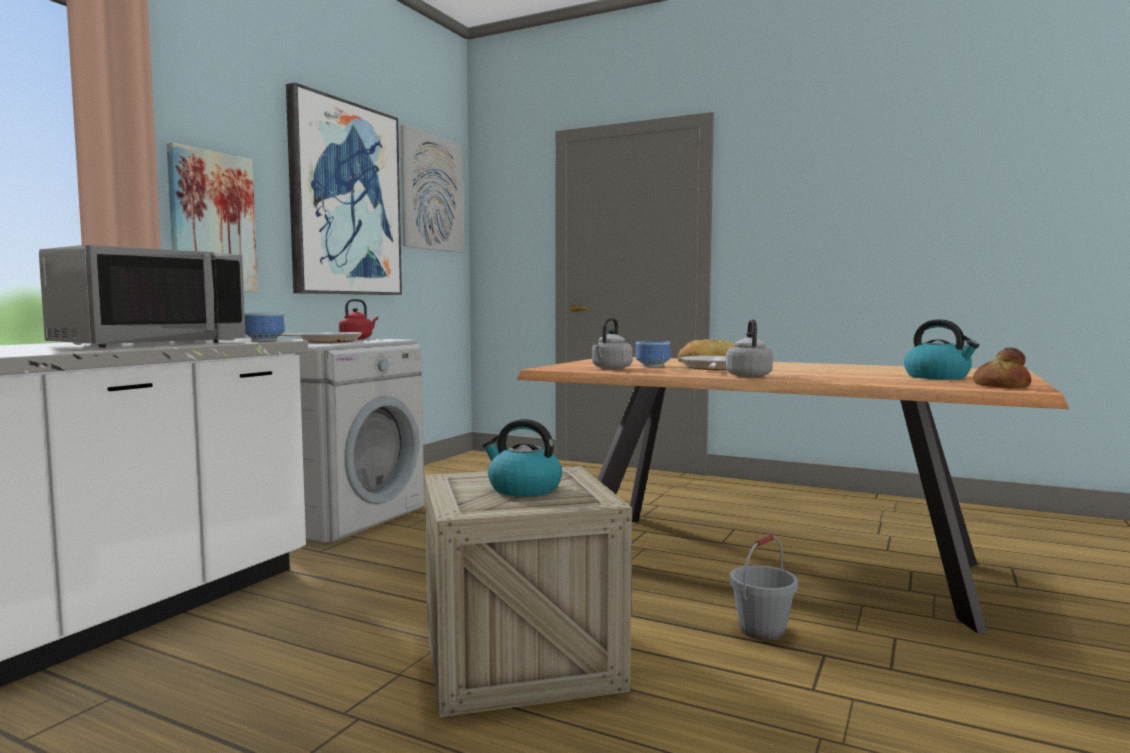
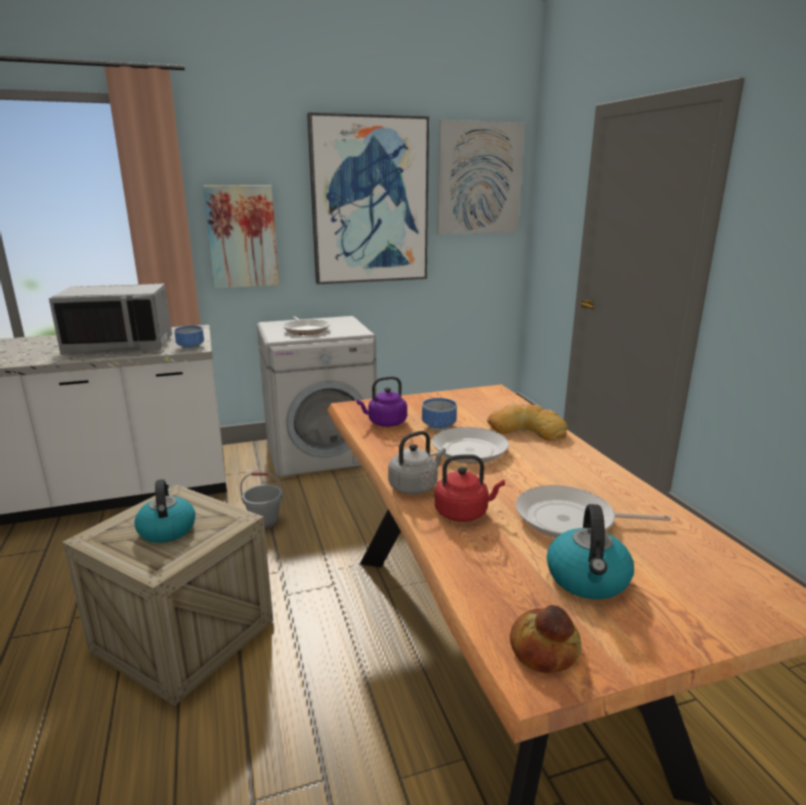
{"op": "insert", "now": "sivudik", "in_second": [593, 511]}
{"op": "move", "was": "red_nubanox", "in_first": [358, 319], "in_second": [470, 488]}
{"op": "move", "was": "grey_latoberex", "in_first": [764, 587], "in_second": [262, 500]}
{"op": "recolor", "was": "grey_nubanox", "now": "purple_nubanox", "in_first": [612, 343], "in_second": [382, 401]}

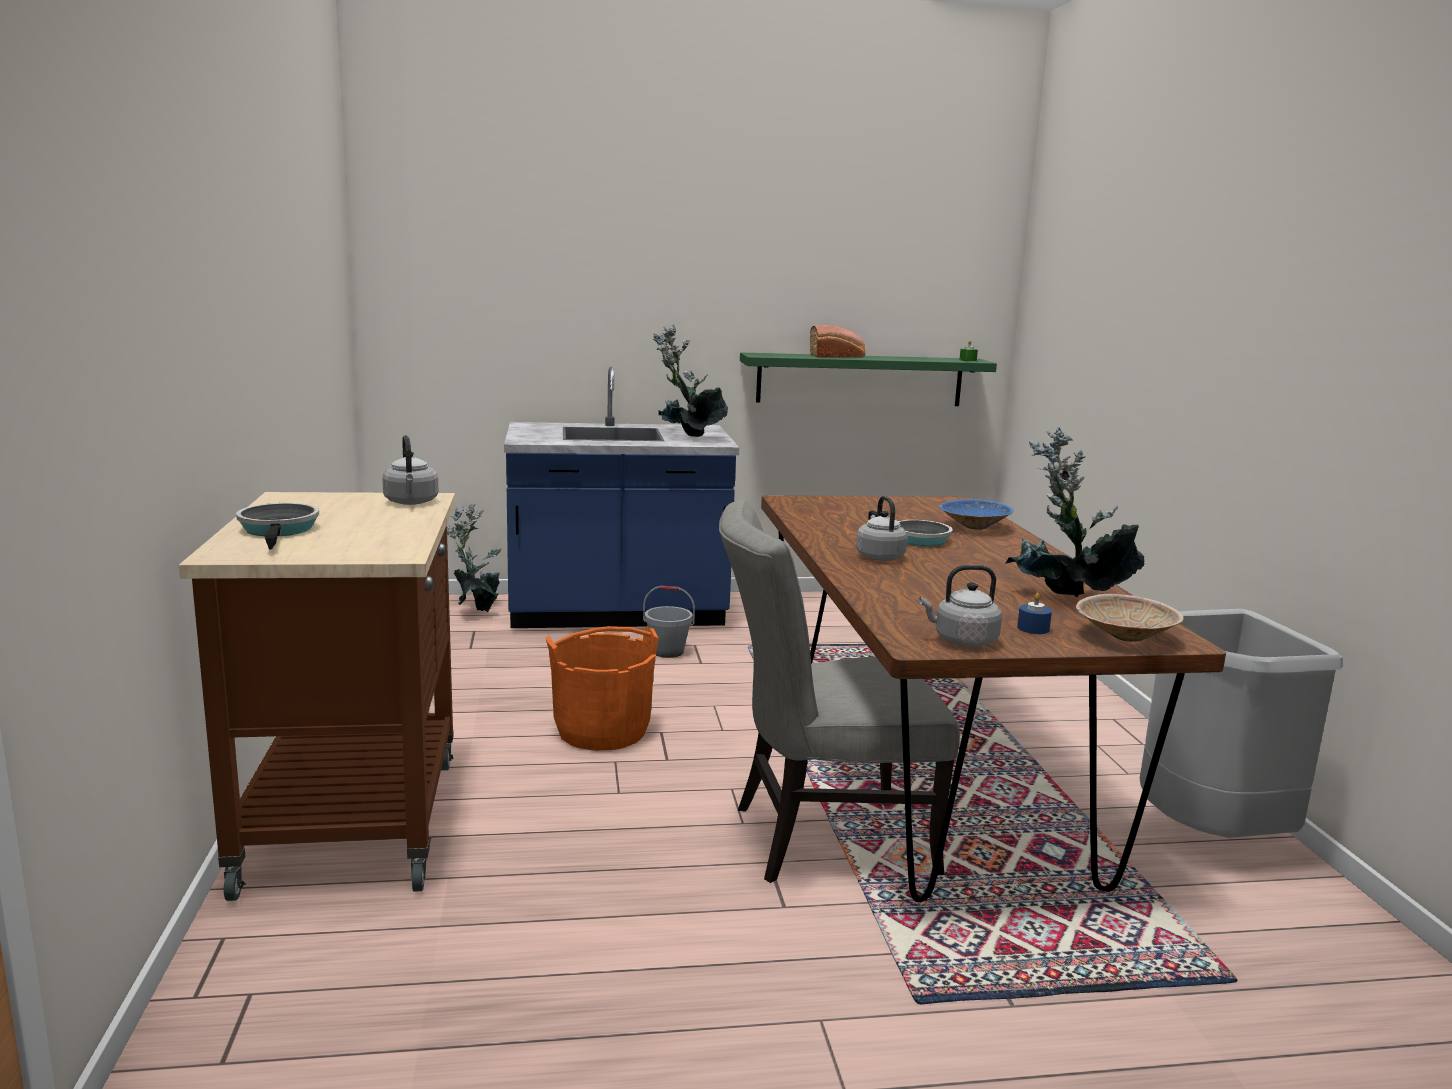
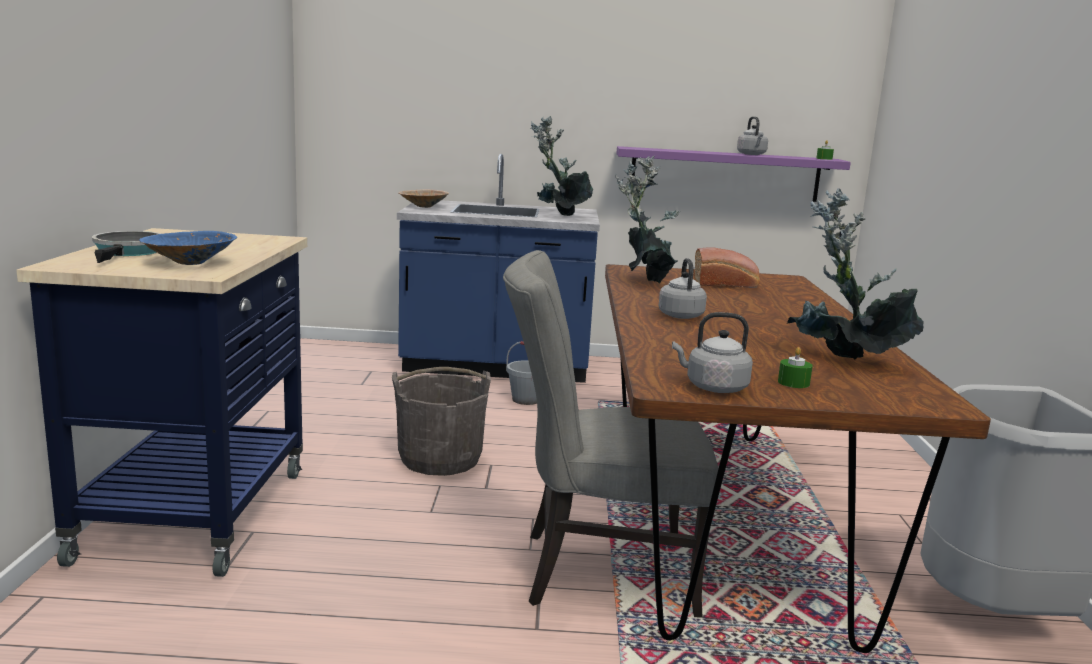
{"op": "delete", "was": "sivudik", "in_first": [910, 528]}
{"op": "move", "was": "grey_nubanox", "in_first": [410, 470], "in_second": [752, 135]}
{"op": "move", "was": "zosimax", "in_first": [474, 557], "in_second": [647, 220]}
{"op": "move", "was": "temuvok", "in_first": [838, 341], "in_second": [727, 267]}
{"op": "move", "was": "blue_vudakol", "in_first": [976, 514], "in_second": [188, 248]}
{"op": "move", "was": "beige_vudakol", "in_first": [1130, 618], "in_second": [423, 198]}
{"op": "recolor", "was": "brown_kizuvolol", "now": "blue_kizuvolol", "in_first": [317, 696], "in_second": [161, 402]}
{"op": "recolor", "was": "orange_latoberex", "now": "grey_latoberex", "in_first": [602, 688], "in_second": [441, 421]}
{"op": "recolor", "was": "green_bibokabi", "now": "purple_bibokabi", "in_first": [868, 379], "in_second": [733, 174]}
{"op": "recolor", "was": "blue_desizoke", "now": "green_desizoke", "in_first": [1034, 613], "in_second": [795, 367]}

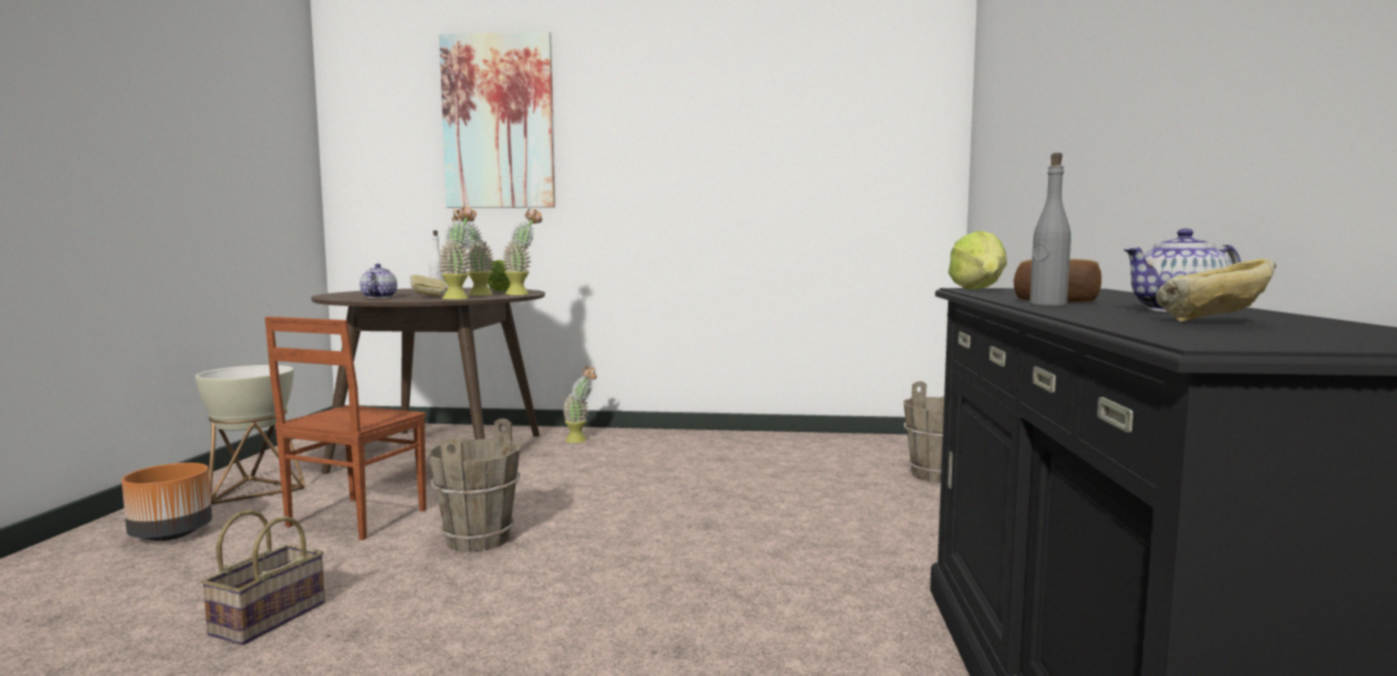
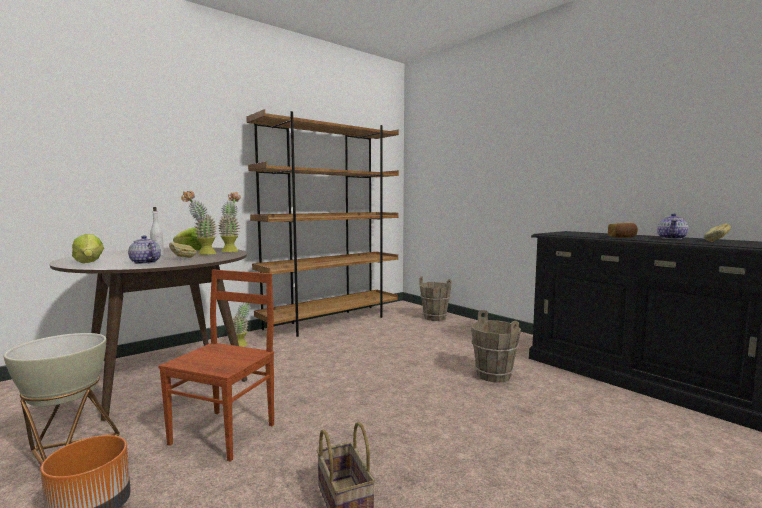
{"op": "delete", "was": "zosimax", "in_first": [457, 252]}
{"op": "delete", "was": "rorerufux", "in_first": [497, 120]}
{"op": "delete", "was": "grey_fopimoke", "in_first": [1050, 229]}
{"op": "insert", "now": "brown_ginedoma", "in_second": [322, 223]}
{"op": "move", "was": "brown_latoberex", "in_first": [474, 485], "in_second": [496, 346]}
{"op": "move", "was": "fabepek", "in_first": [977, 260], "in_second": [88, 248]}
{"op": "rotate", "was": "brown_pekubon", "in_first": [345, 428], "in_second": [216, 365], "clockwise": -135}

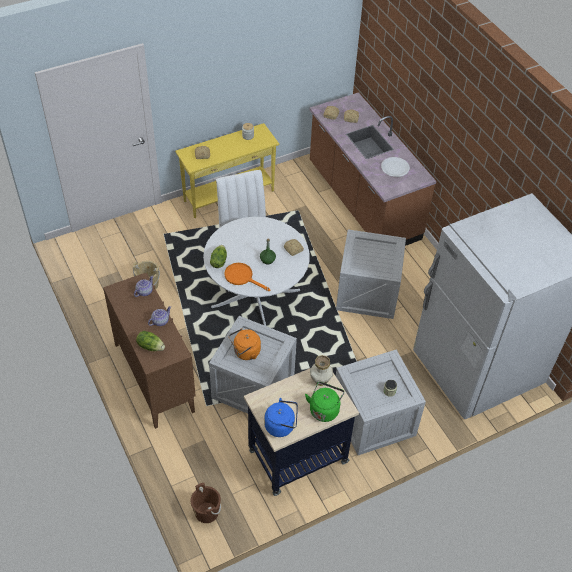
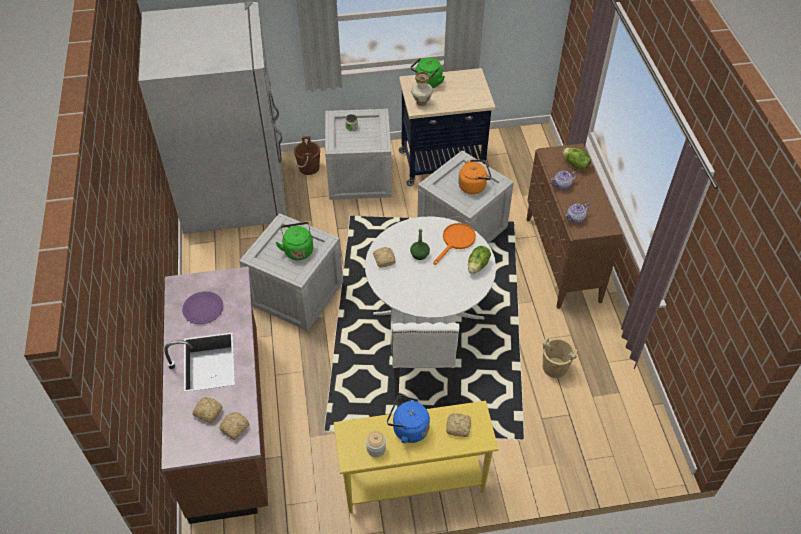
{"op": "insert", "now": "green_nubanox", "in_second": [294, 241]}
{"op": "move", "was": "brown_latoberex", "in_first": [206, 503], "in_second": [307, 155]}
{"op": "move", "was": "blue_nubanox", "in_first": [281, 417], "in_second": [408, 419]}
{"op": "recolor", "was": "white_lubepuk", "now": "purple_lubepuk", "in_first": [395, 167], "in_second": [203, 307]}
{"op": "rotate", "was": "orange_sivudik", "in_first": [247, 277], "in_second": [454, 244], "clockwise": -105}

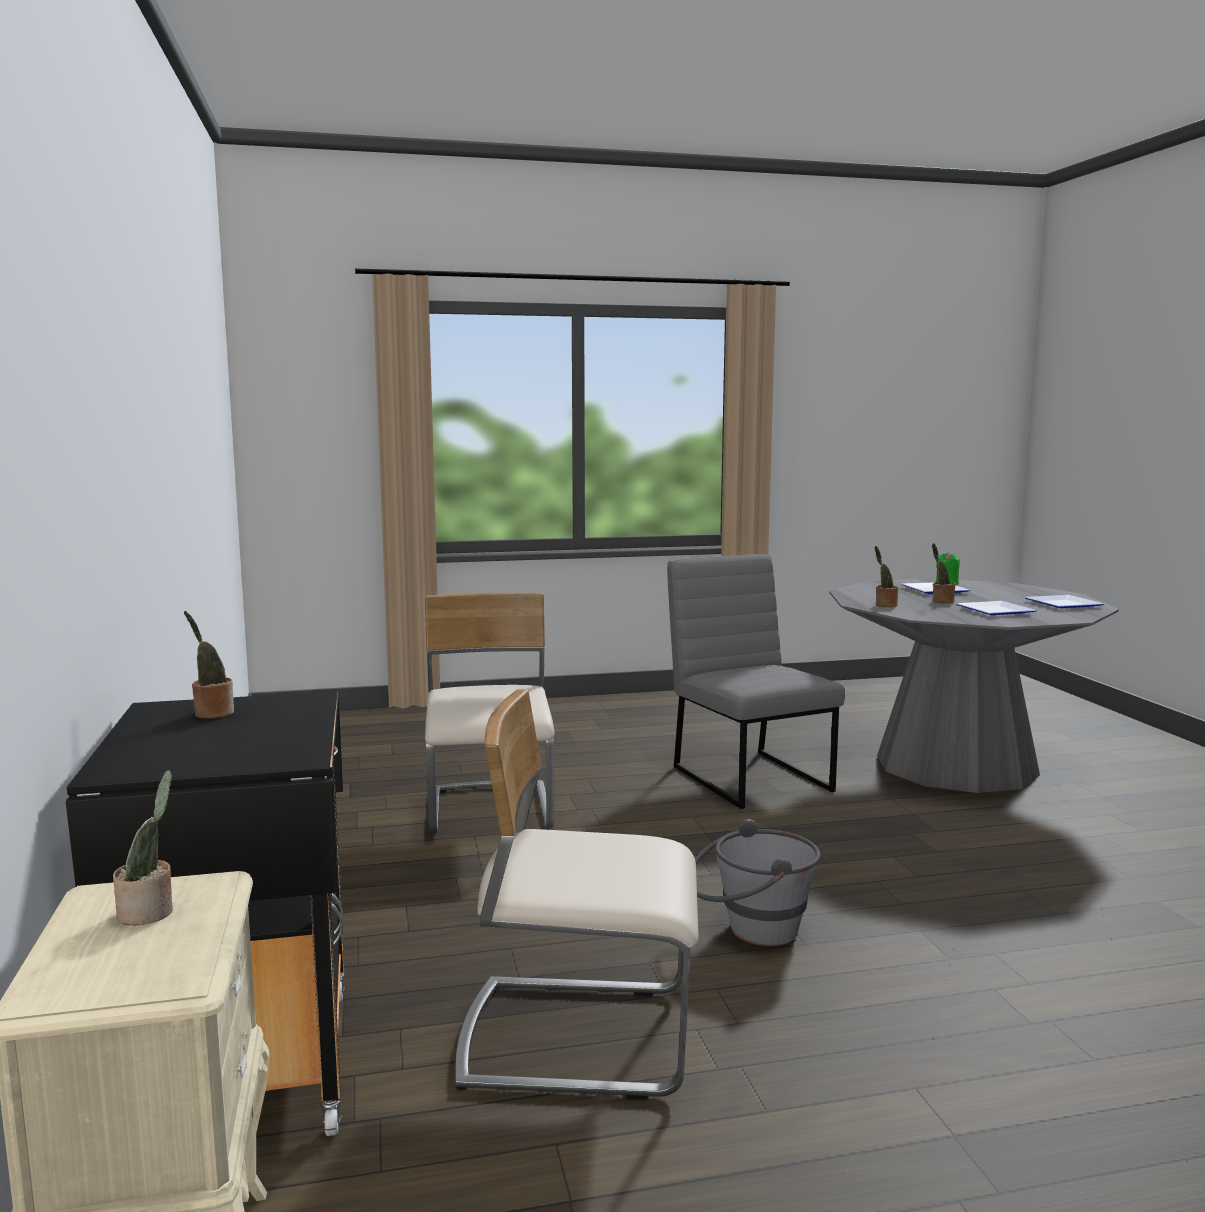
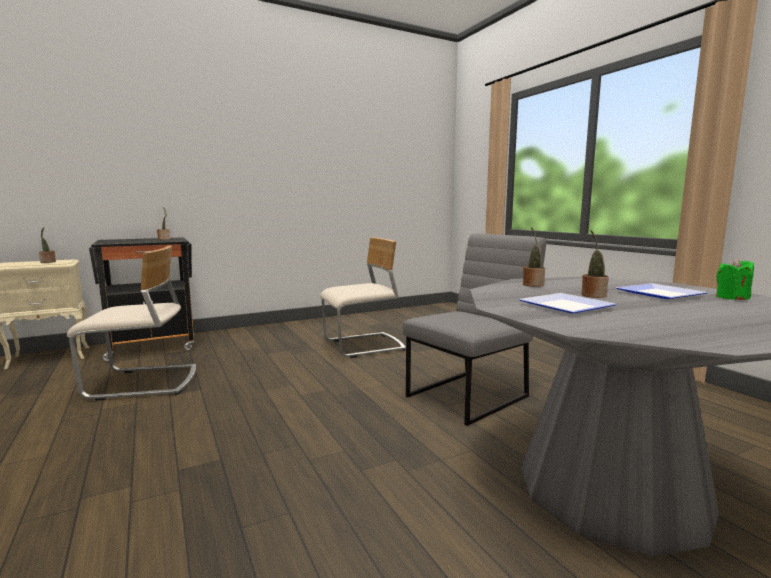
{"op": "delete", "was": "grey_latoberex", "in_first": [757, 882]}
{"op": "delete", "was": "lubepuk", "in_first": [1064, 601]}
{"op": "rotate", "was": "beige_pekubon", "in_first": [576, 894], "in_second": [131, 323], "clockwise": 90}

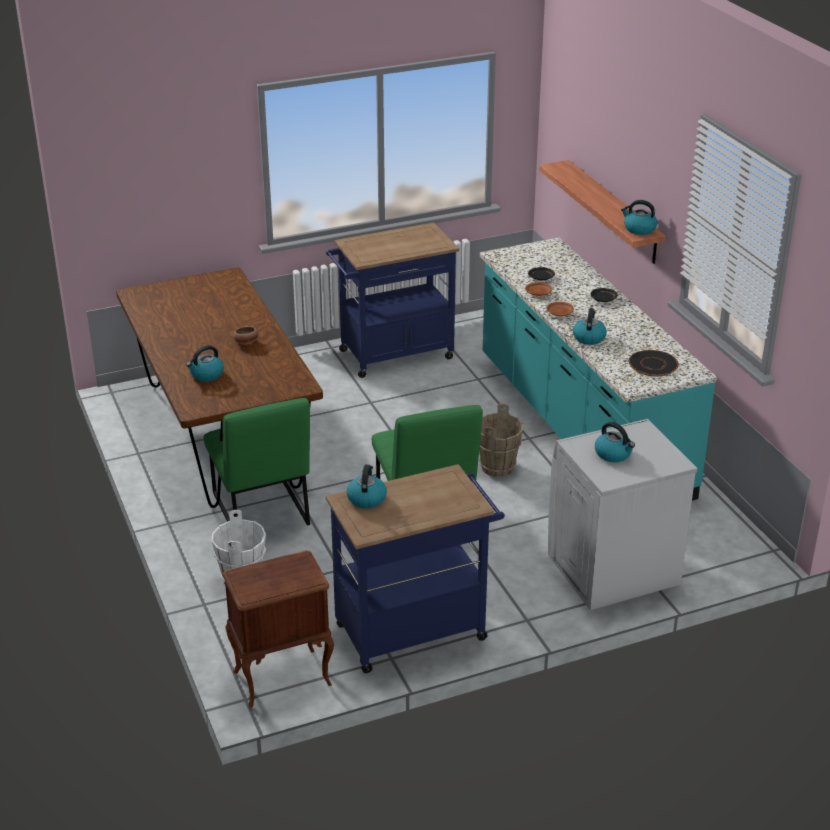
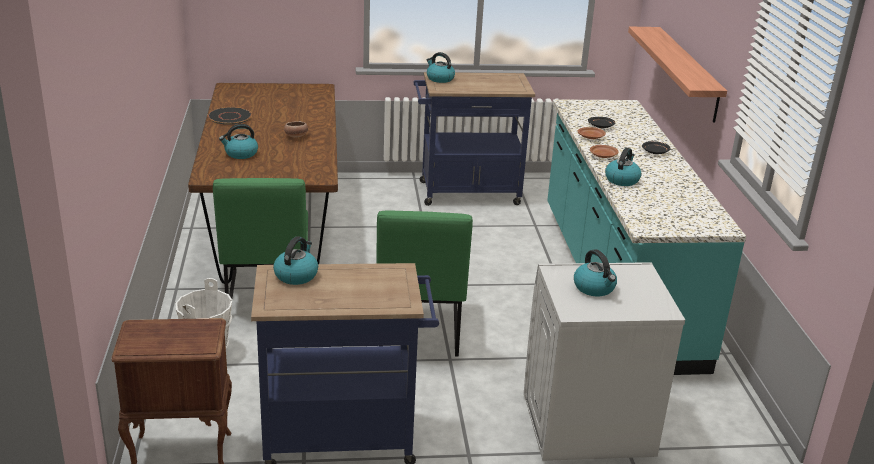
{"op": "delete", "was": "brown_latoberex", "in_first": [501, 440]}
{"op": "move", "was": "nubanox", "in_first": [639, 217], "in_second": [441, 67]}
{"op": "move", "was": "black_lubepuk", "in_first": [653, 363], "in_second": [229, 116]}

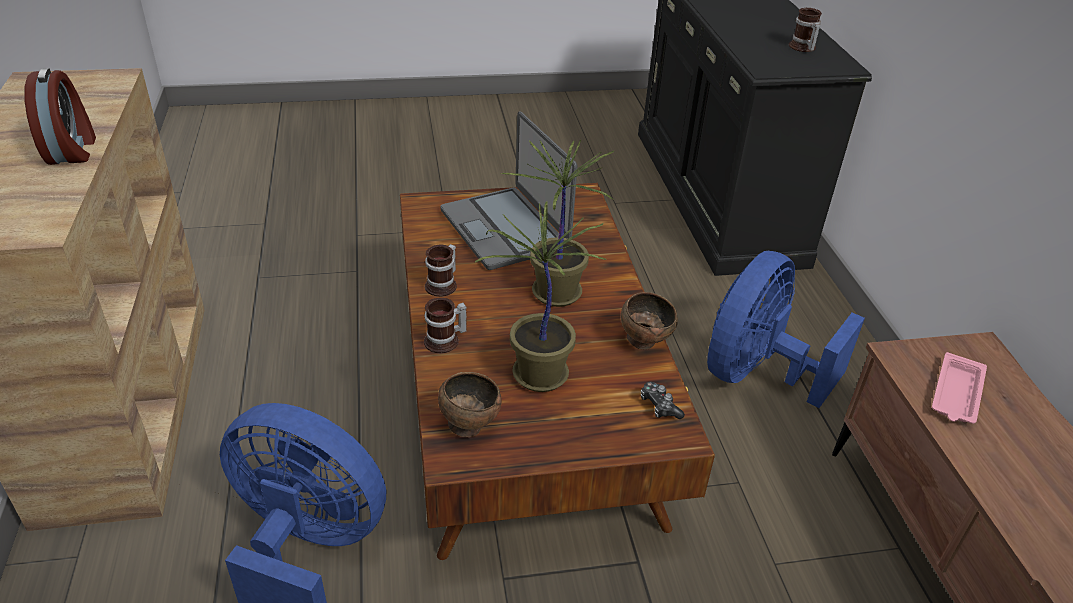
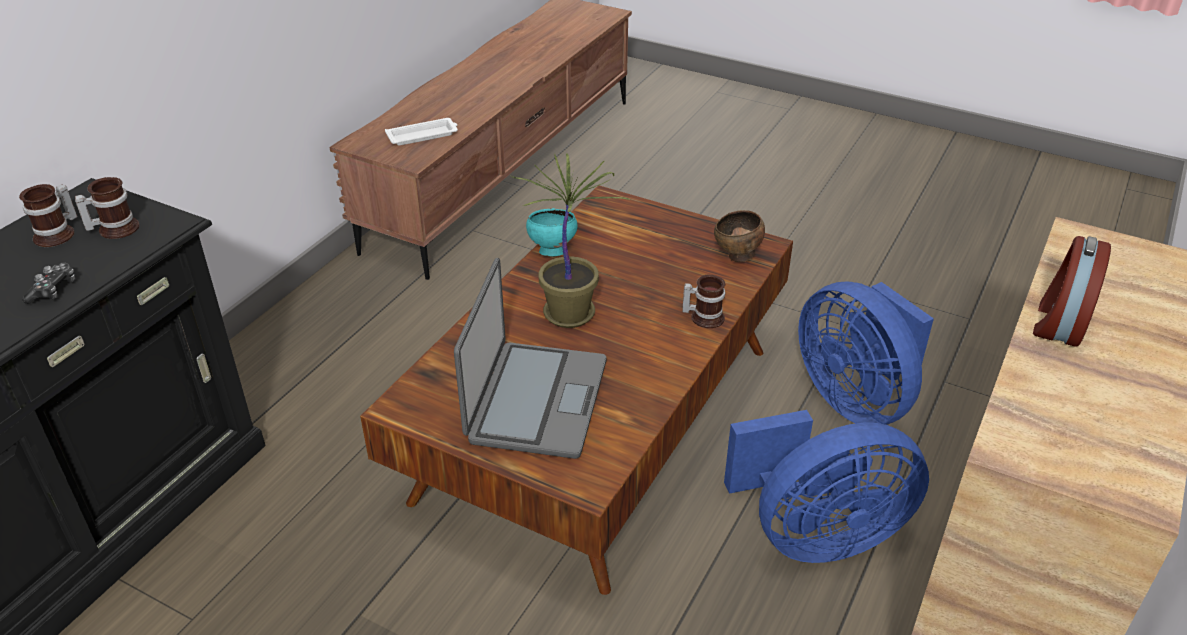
{"op": "delete", "was": "zosimax", "in_first": [540, 296]}
{"op": "move", "was": "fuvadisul", "in_first": [441, 270], "in_second": [107, 208]}
{"op": "move", "was": "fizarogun", "in_first": [663, 400], "in_second": [48, 283]}
{"op": "move", "was": "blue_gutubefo", "in_first": [786, 329], "in_second": [826, 486]}
{"op": "recolor", "was": "brown_vudakol", "now": "turquoise_vudakol", "in_first": [649, 321], "in_second": [551, 232]}
{"op": "recolor", "was": "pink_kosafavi", "now": "white_kosafavi", "in_first": [959, 388], "in_second": [421, 132]}

